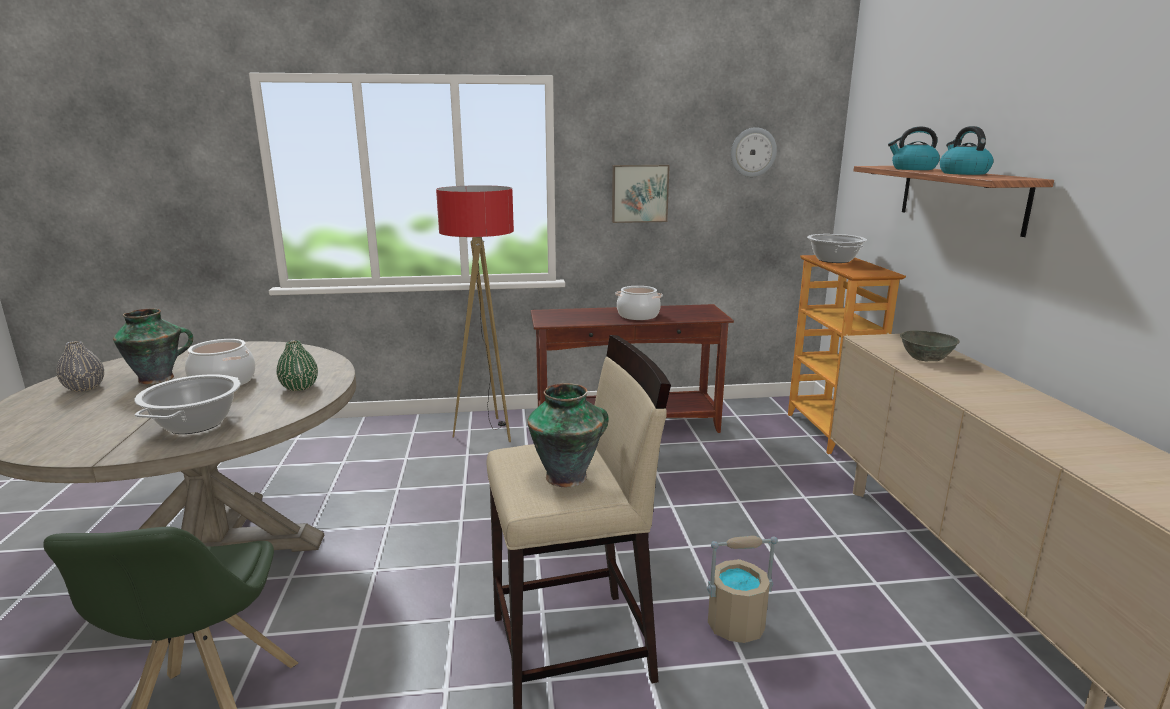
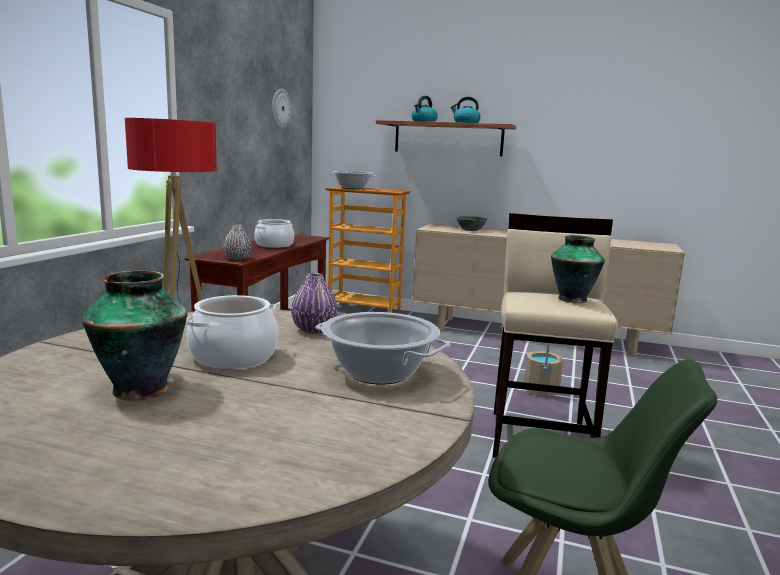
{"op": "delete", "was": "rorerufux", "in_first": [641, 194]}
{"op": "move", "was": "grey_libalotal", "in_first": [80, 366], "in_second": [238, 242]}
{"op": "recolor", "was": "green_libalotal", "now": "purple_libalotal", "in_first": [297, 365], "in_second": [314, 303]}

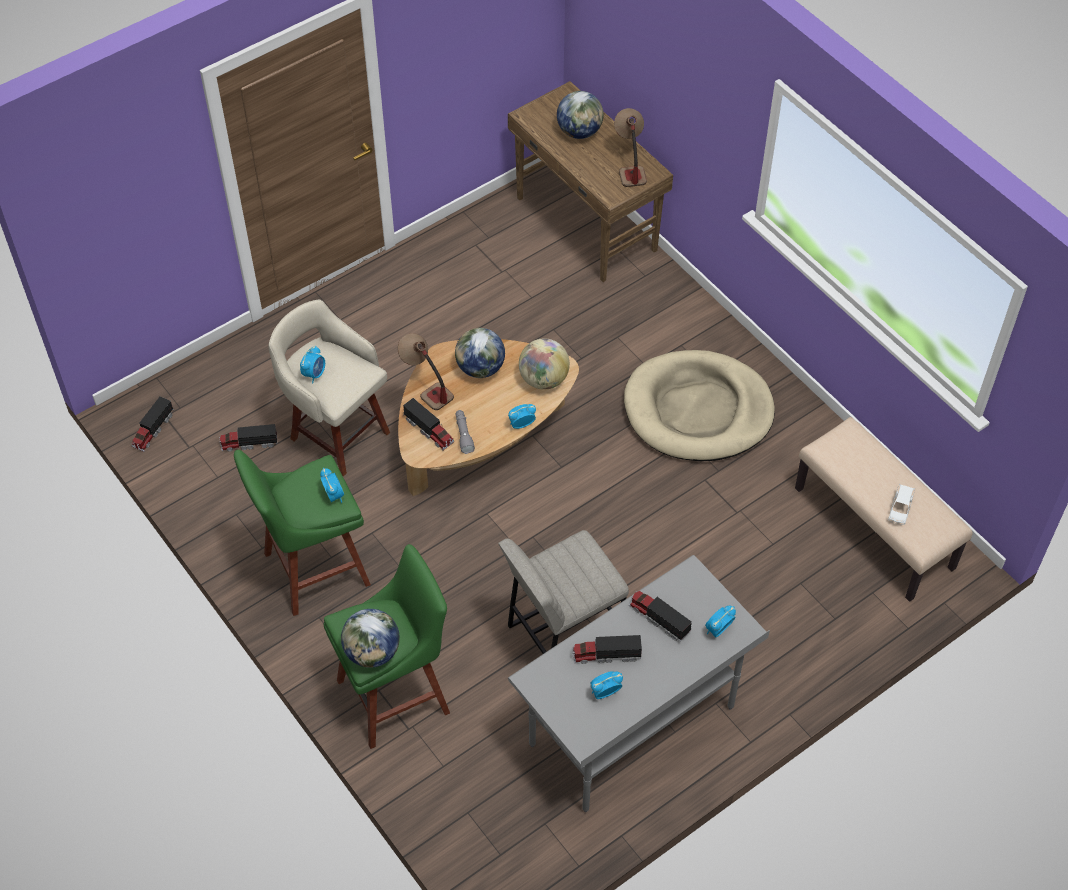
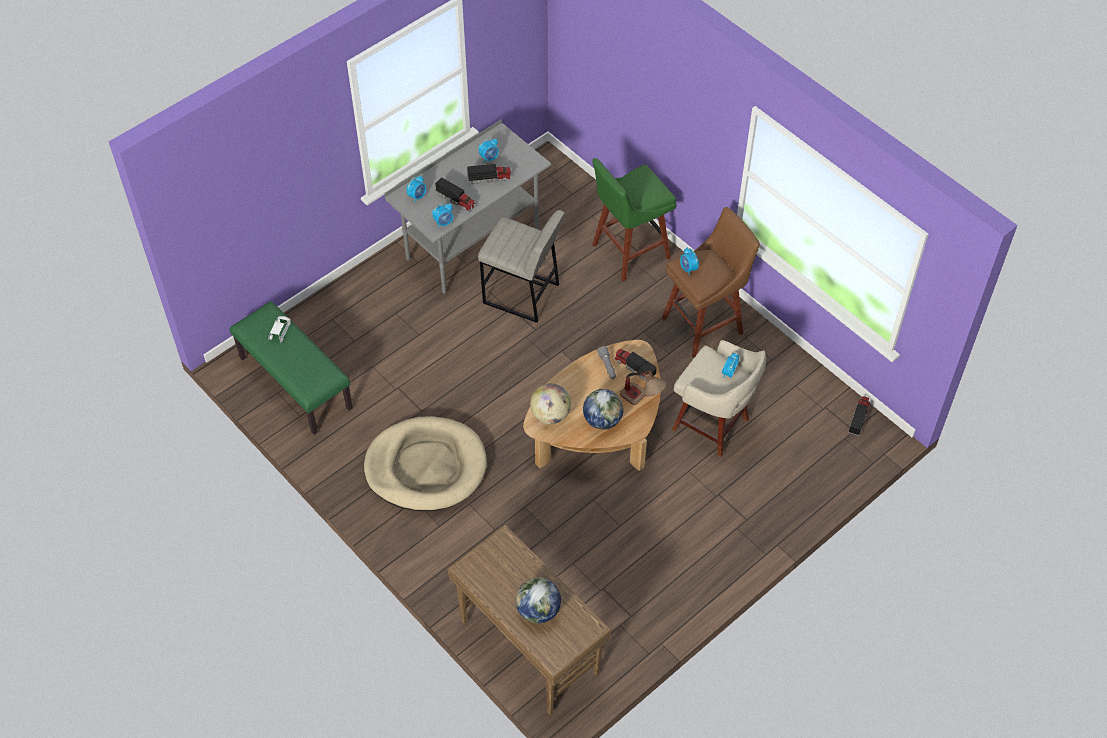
{"op": "delete", "was": "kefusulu", "in_first": [248, 438]}
{"op": "delete", "was": "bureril", "in_first": [370, 638]}
{"op": "delete", "was": "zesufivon", "in_first": [630, 147]}
{"op": "move", "was": "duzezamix", "in_first": [522, 416], "in_second": [442, 215]}
{"op": "recolor", "was": "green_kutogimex", "now": "brown_kutogimex", "in_first": [302, 533], "in_second": [711, 282]}
{"op": "recolor", "was": "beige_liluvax", "now": "green_liluvax", "in_first": [884, 509], "in_second": [291, 368]}
{"op": "rotate", "was": "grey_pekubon", "in_first": [563, 592], "in_second": [521, 266], "clockwise": 60}

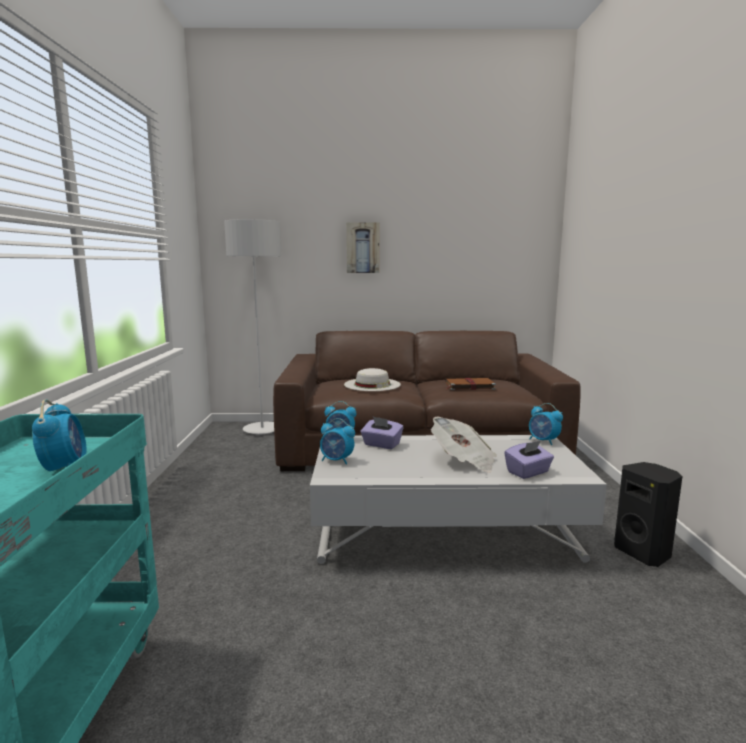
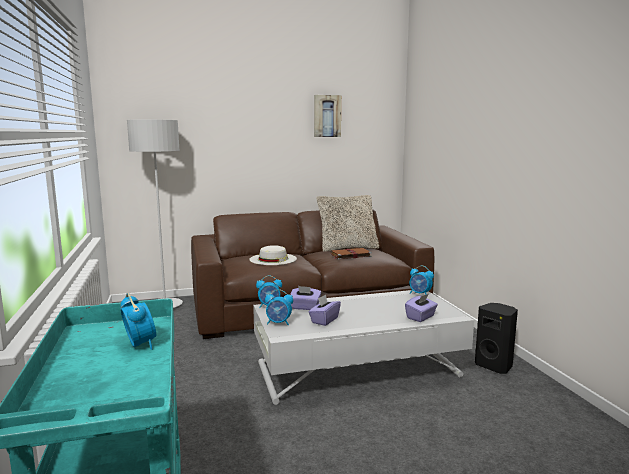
{"op": "delete", "was": "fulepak", "in_first": [464, 445]}
{"op": "insert", "now": "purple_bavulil", "in_second": [325, 310]}
{"op": "insert", "now": "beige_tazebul", "in_second": [347, 223]}
{"op": "move", "was": "rorerufux", "in_first": [362, 247], "in_second": [327, 116]}

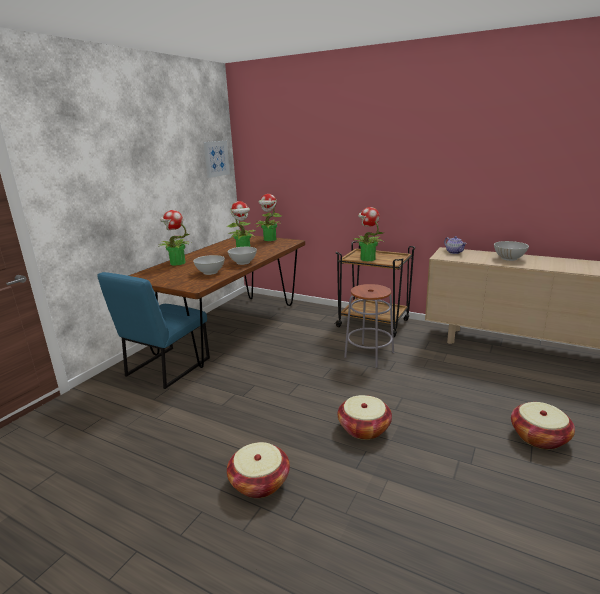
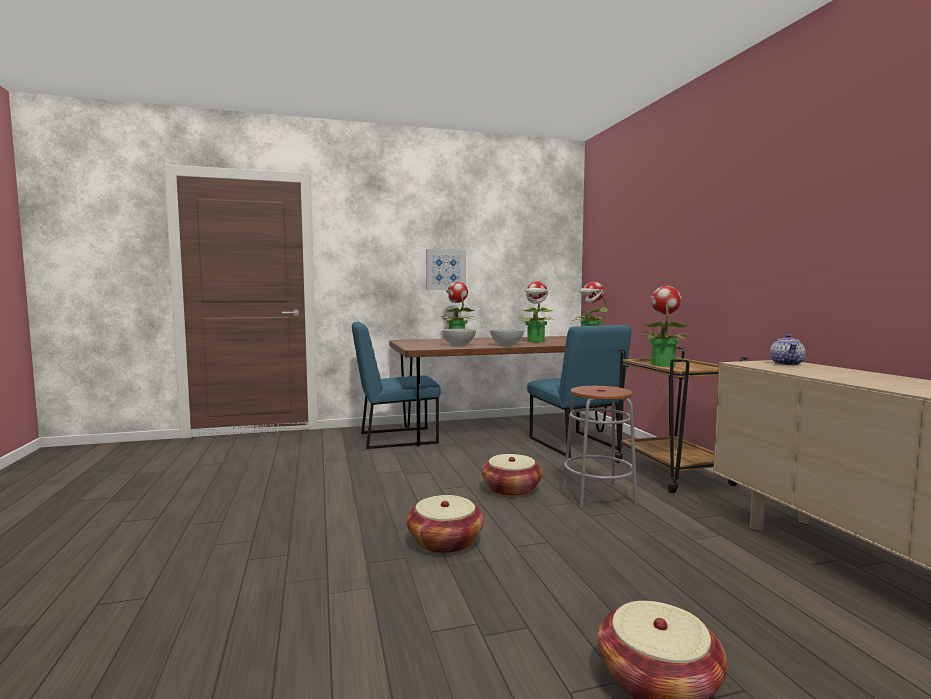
{"op": "delete", "was": "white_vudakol", "in_first": [511, 251]}
{"op": "insert", "now": "blue_pekubon", "in_second": [579, 391]}
{"op": "move", "was": "rorerufux", "in_first": [217, 159], "in_second": [446, 269]}
{"op": "move", "was": "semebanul", "in_first": [258, 470], "in_second": [511, 475]}

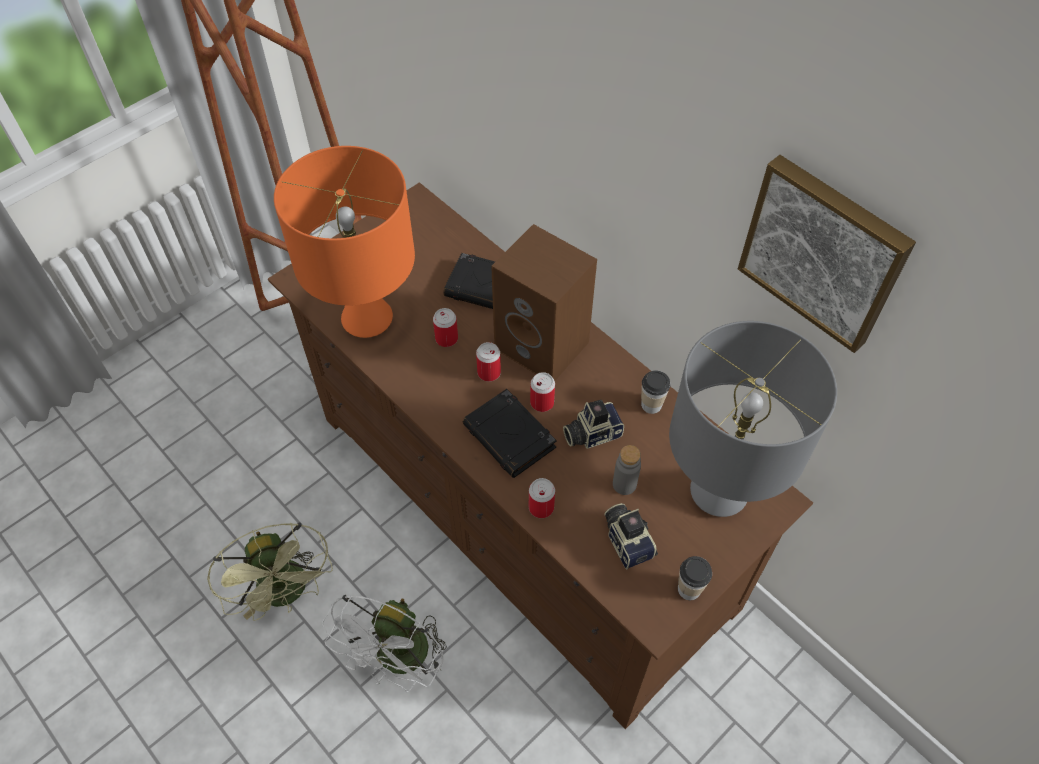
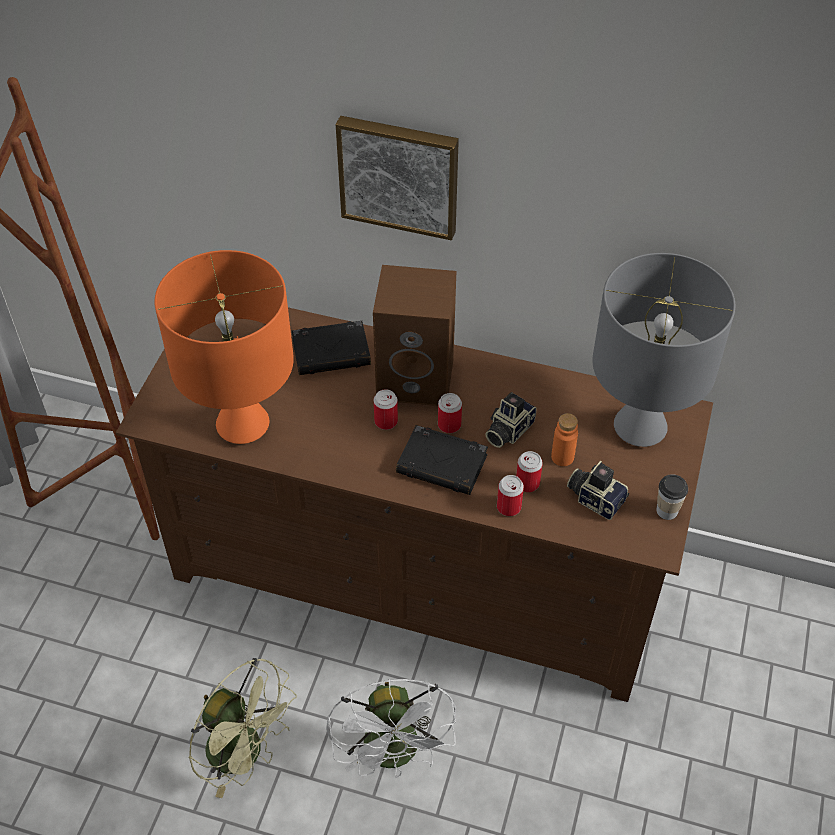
{"op": "delete", "was": "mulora", "in_first": [656, 392]}
{"op": "move", "was": "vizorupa", "in_first": [445, 327], "in_second": [529, 471]}
{"op": "move", "was": "rorerufux", "in_first": [827, 254], "in_second": [397, 178]}
{"op": "recolor", "was": "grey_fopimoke", "now": "orange_fopimoke", "in_first": [627, 470], "in_second": [564, 439]}

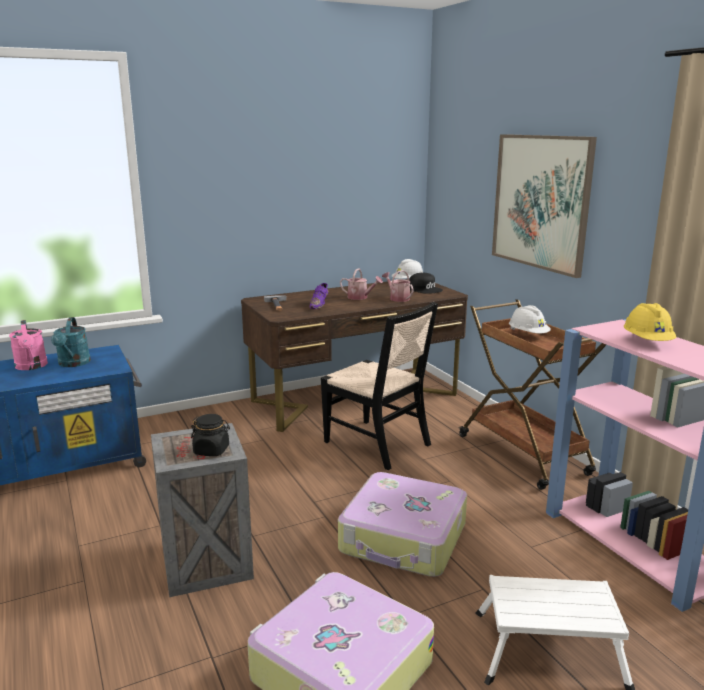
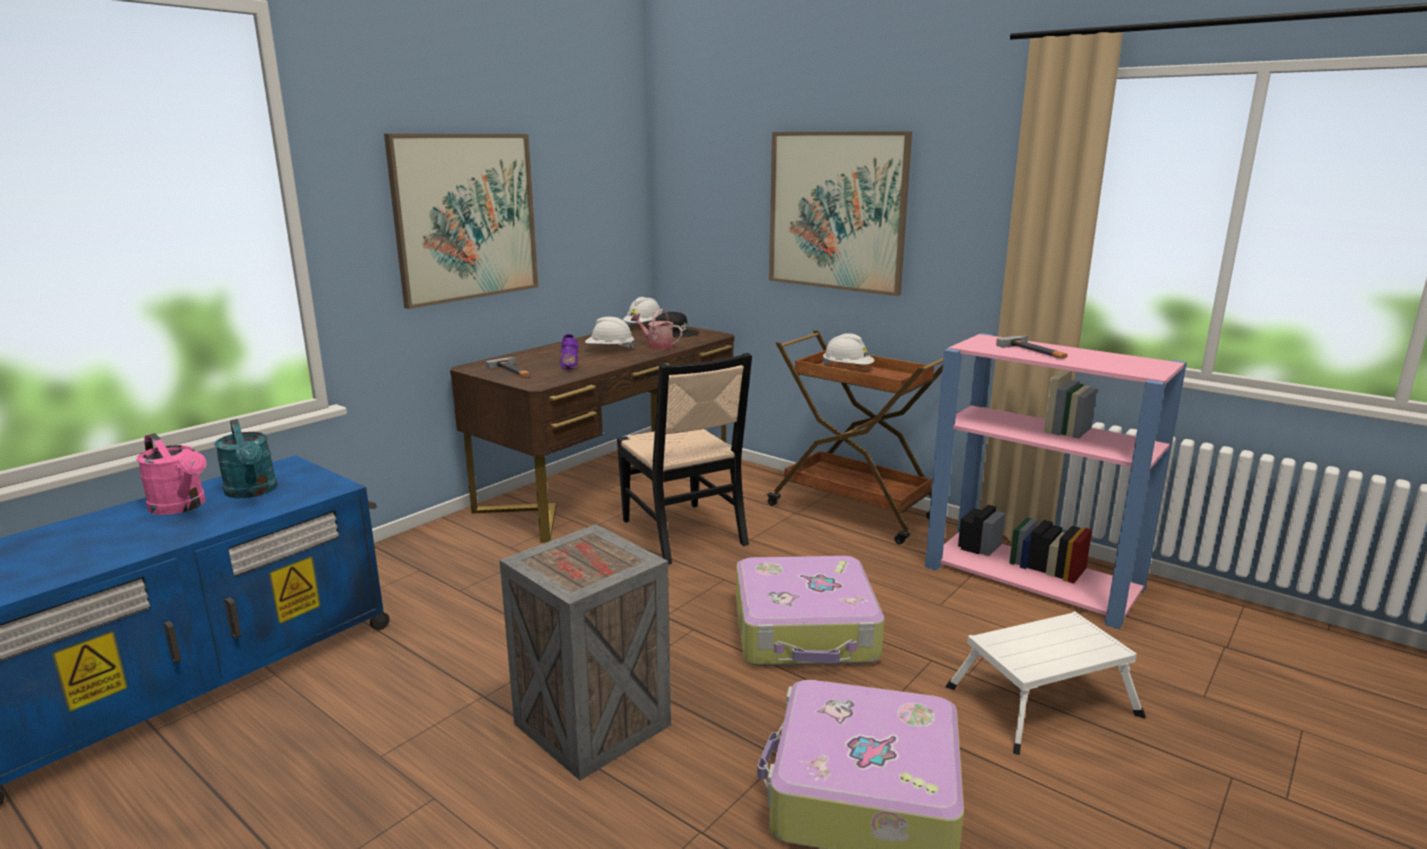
{"op": "delete", "was": "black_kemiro", "in_first": [210, 435]}
{"op": "insert", "now": "rorerufux", "in_second": [461, 221]}
{"op": "replace", "was": "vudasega", "now": "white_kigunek", "in_first": [361, 284], "in_second": [610, 333]}
{"op": "replace", "was": "yellow_kigunek", "now": "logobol", "in_first": [650, 322], "in_second": [1032, 347]}
{"op": "rotate", "was": "pekubon", "in_first": [379, 386], "in_second": [684, 459], "clockwise": 45}

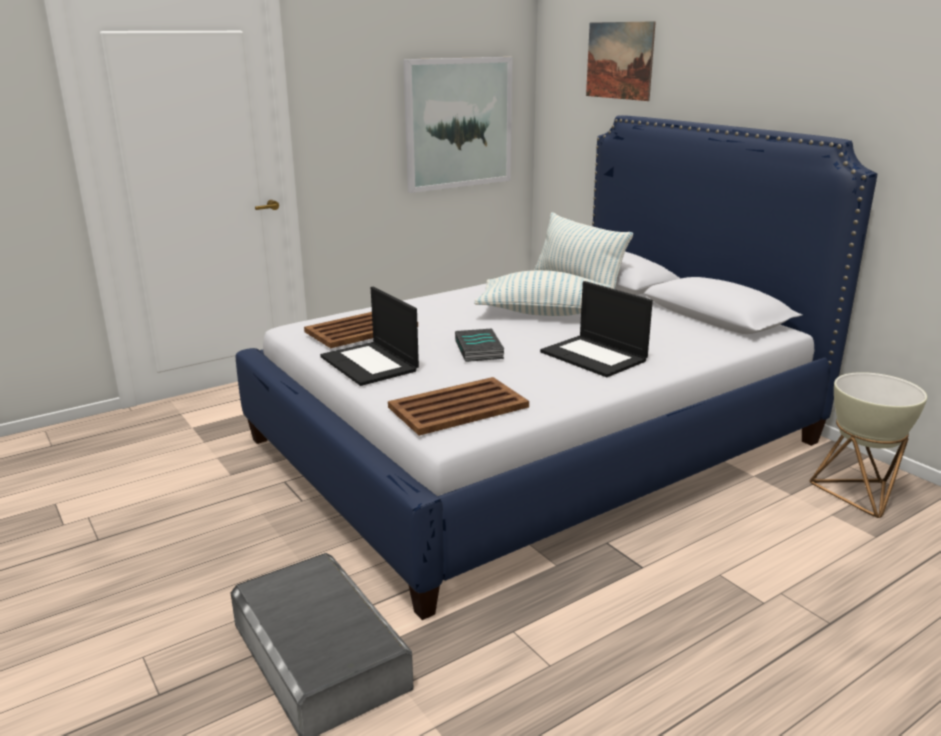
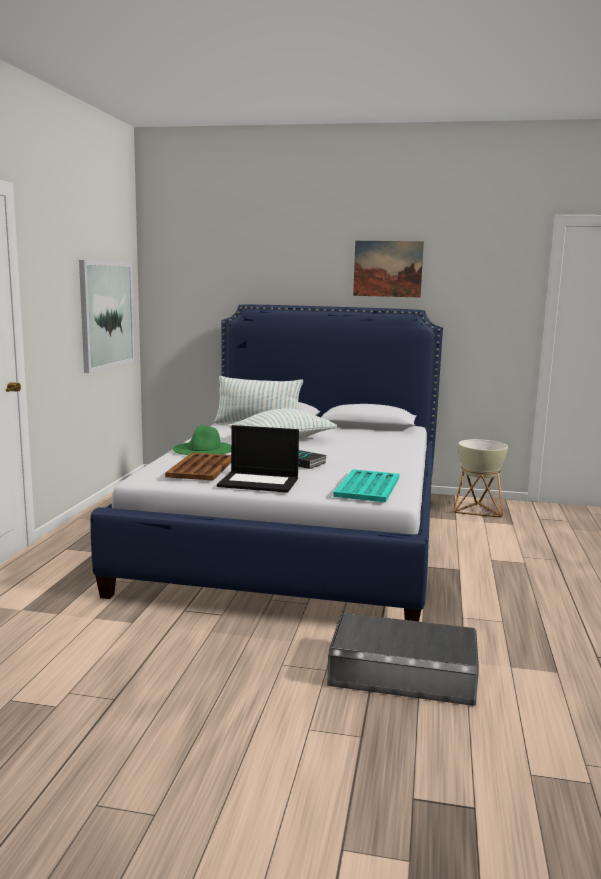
{"op": "delete", "was": "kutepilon", "in_first": [596, 329]}
{"op": "insert", "now": "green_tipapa", "in_second": [202, 440]}
{"op": "move", "was": "rorerufux", "in_first": [621, 61], "in_second": [388, 269]}
{"op": "recolor", "was": "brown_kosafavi", "now": "turquoise_kosafavi", "in_first": [458, 406], "in_second": [366, 485]}

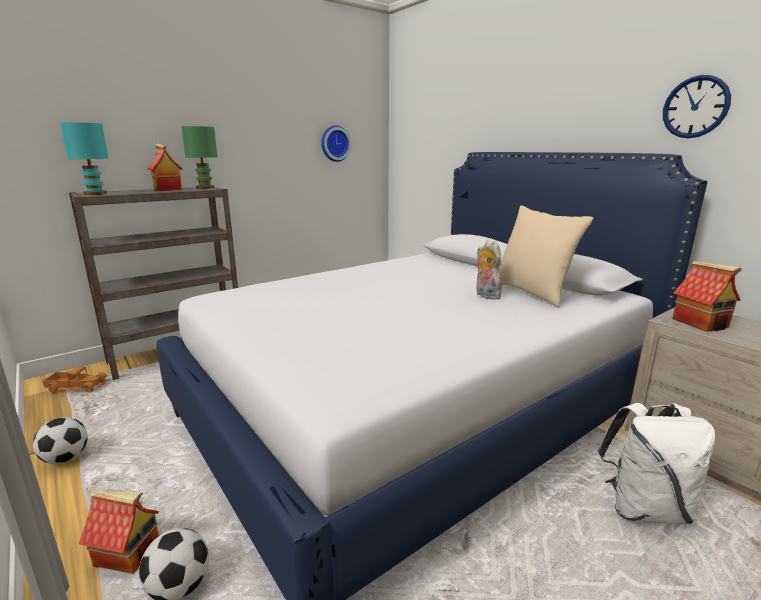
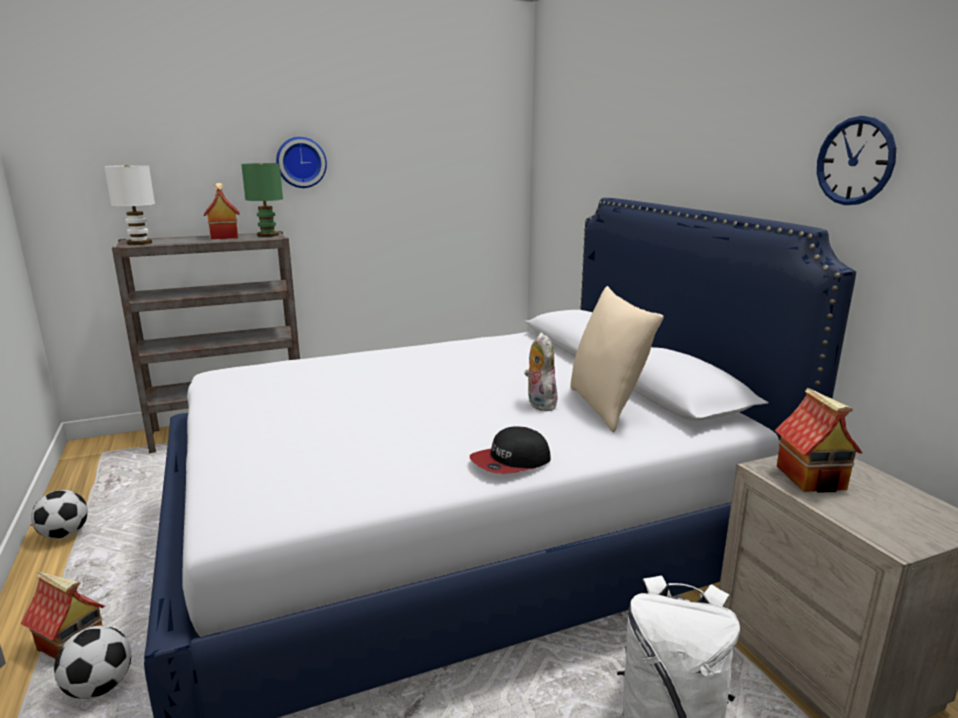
{"op": "delete", "was": "kefusulu", "in_first": [75, 379]}
{"op": "insert", "now": "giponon", "in_second": [510, 450]}
{"op": "move", "was": "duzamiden", "in_first": [336, 143], "in_second": [301, 162]}
{"op": "recolor", "was": "turquoise_zesufivon", "now": "white_zesufivon", "in_first": [84, 158], "in_second": [129, 205]}

